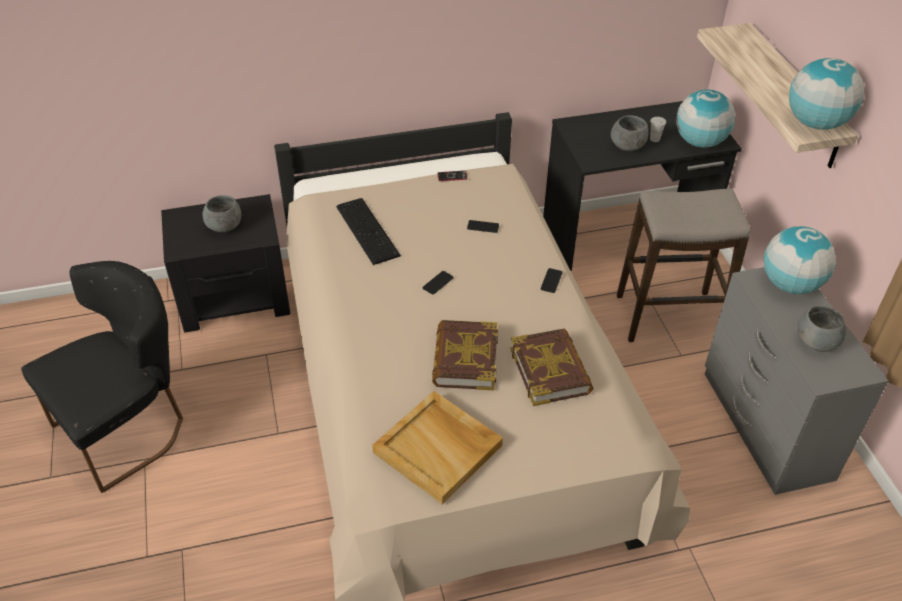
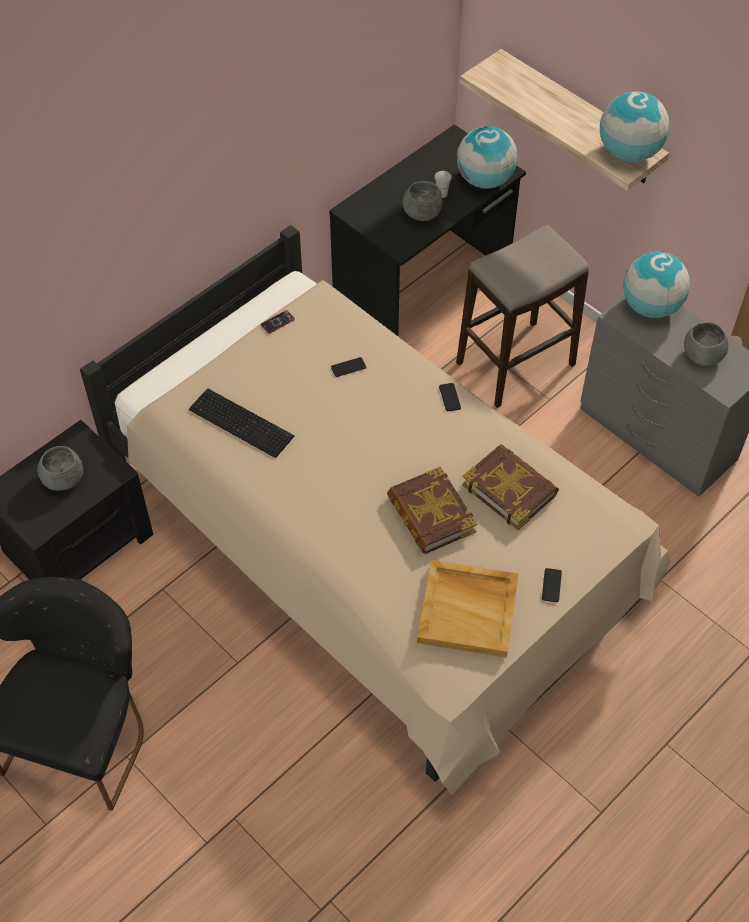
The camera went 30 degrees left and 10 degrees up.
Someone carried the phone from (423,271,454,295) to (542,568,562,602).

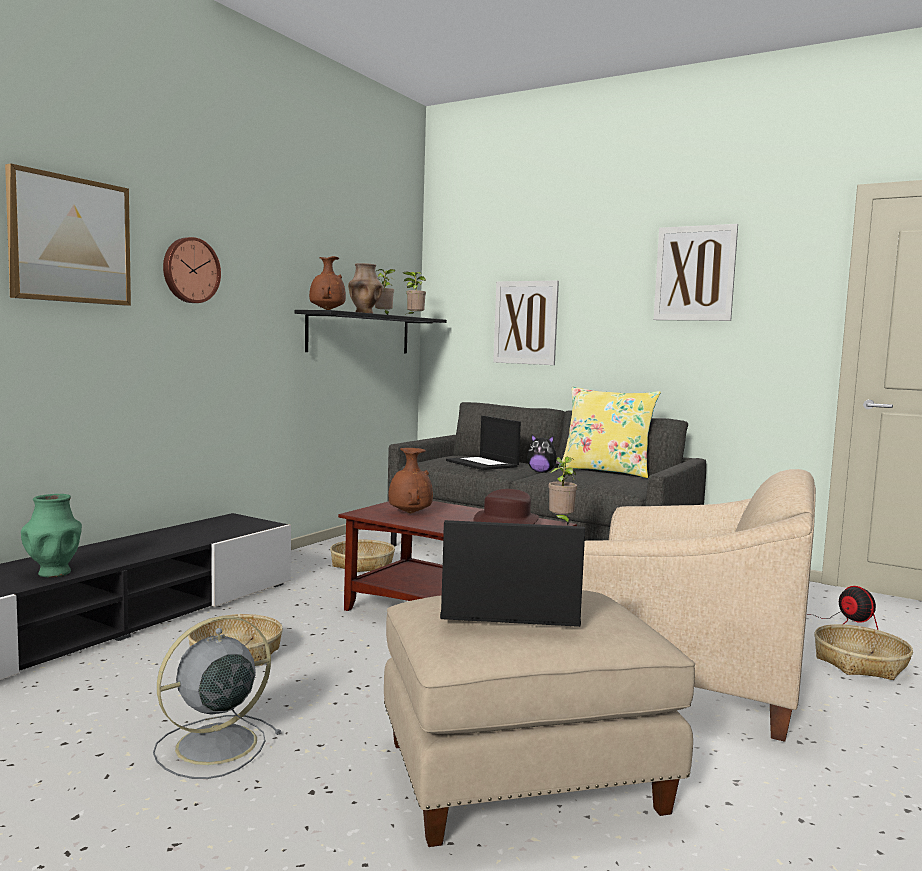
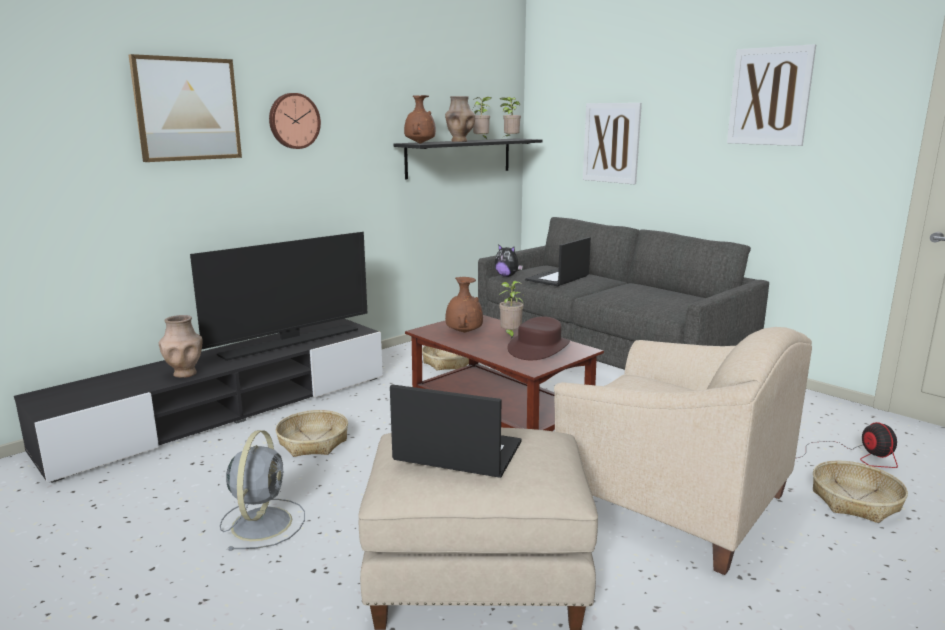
The camera went 15 degrees right and 10 degrees up.
Someone took away the yellow pillow at (558,387,661,478).
Someone put down the television at (190,232,367,361).
Someone carried the plush toy from (527,435,560,473) to (494,244,523,277).
Someone carried the potted plant from (548,456,577,526) to (499,281,524,339).
Someone repainted the green vase at (21,494,82,578), which became the brown vase at (159,315,203,378).
Someone rotated the grey fan at (153,616,282,779) by 120 degrees clockwise.
Someone rotated the laptop at (446,416,521,470) by 60 degrees clockwise.

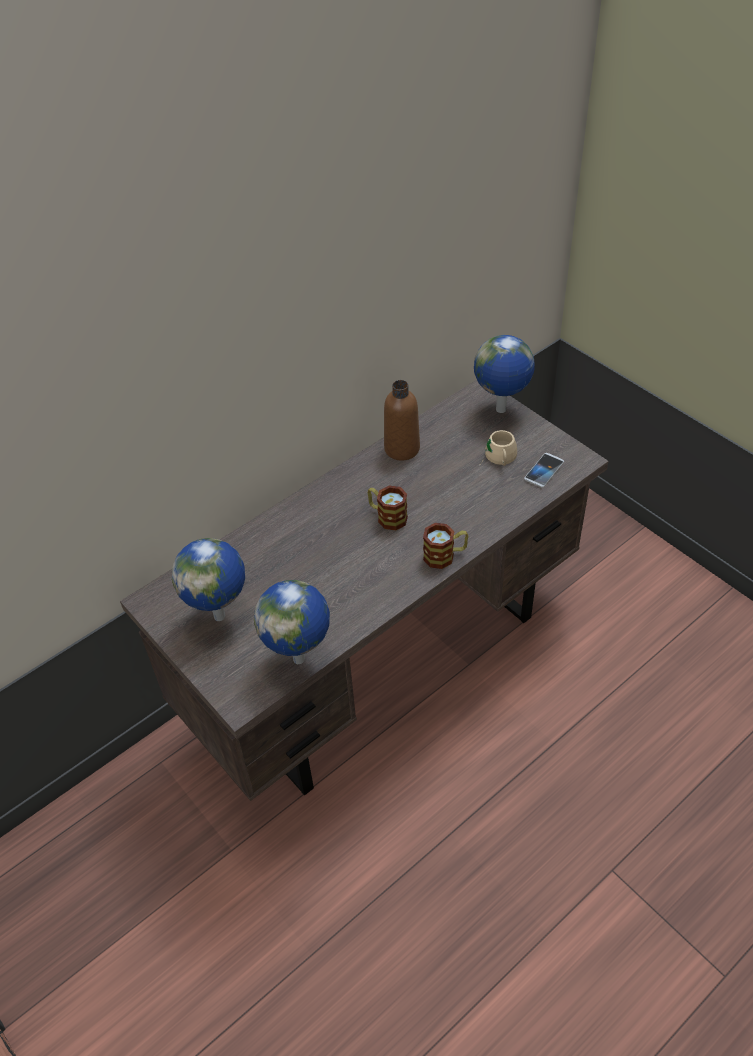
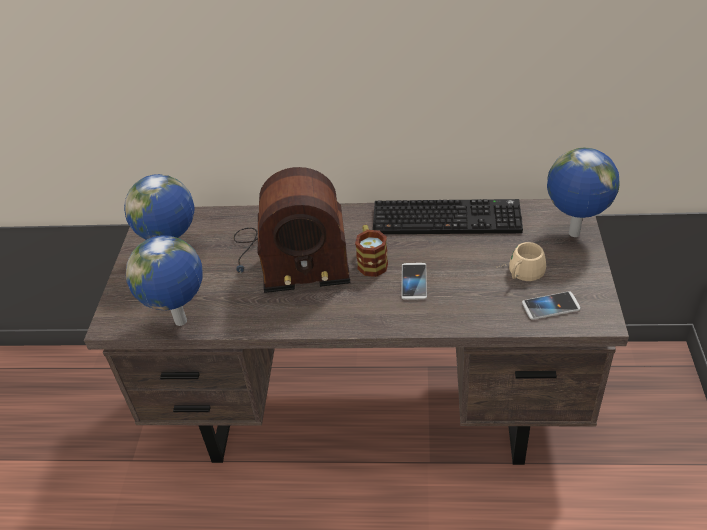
The camera went 45 degrees right and 5 degrees down.
Someone took away the mug at (423,523,468,569).
Someone put down the radio at (234,167,350,293).
Someone put down the phone at (401,263,427,300).
Someone swapped the brown bottle at (384,380,420,461) for the keyboard at (373,199,523,234).

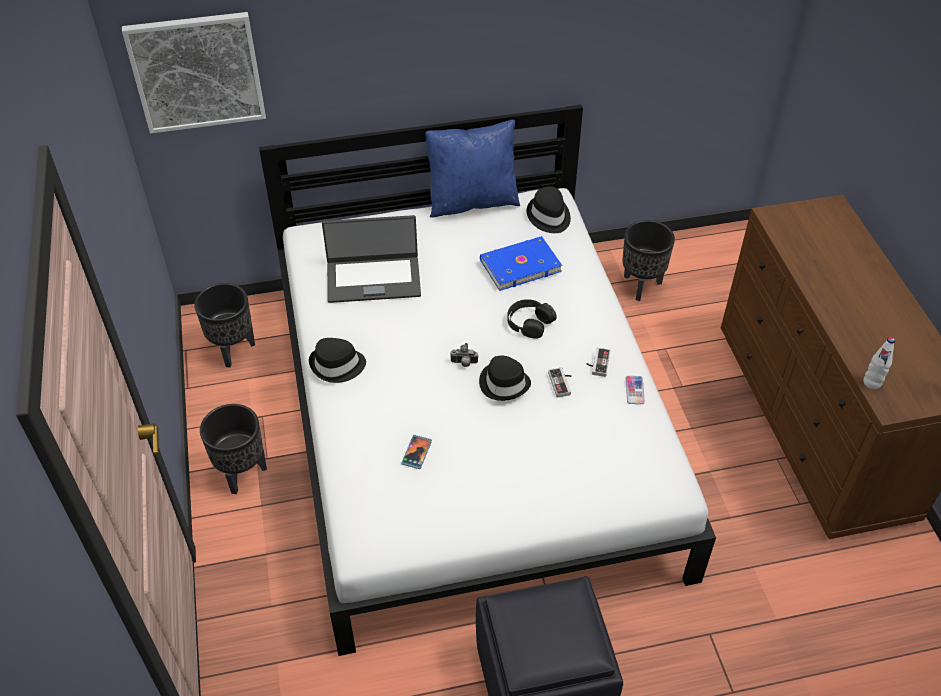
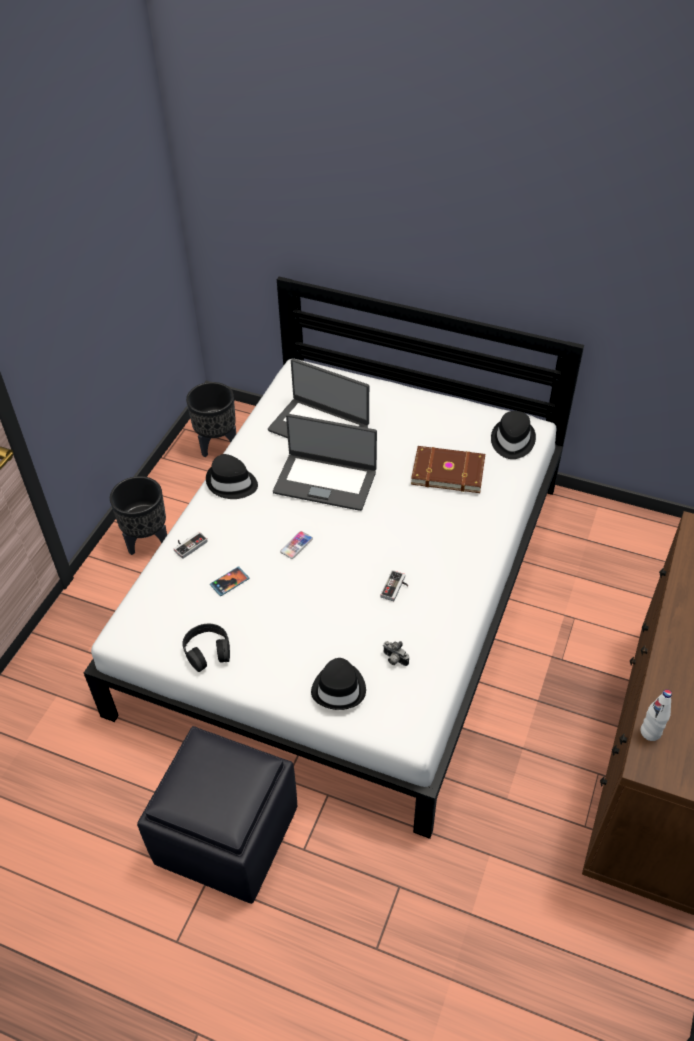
The camera went 35 degrees right and 0 degrees up.
Someone took away the picture at (122,12,266,133).
Someone took away the blue pillow at (425,120,520,218).
Someone took away the black planter at (623,220,675,301).
Someone put down the laptop at (273,414,377,511).
Someone carried the photo camera from (450,343,478,367) to (383,641,409,666).
Someone carried the black hat from (479,356,531,401) to (311,658,366,710).
Someone carried the black headphones from (507,299,557,339) to (182,624,230,672).
Someone carried the game controller from (587,348,610,377) to (174,531,208,559).
Someone carried the phone from (626,376,645,404) to (280,531,313,559).
Someone repainted the blue book at (480,236,562,291), which became the brown book at (411,446,485,493).

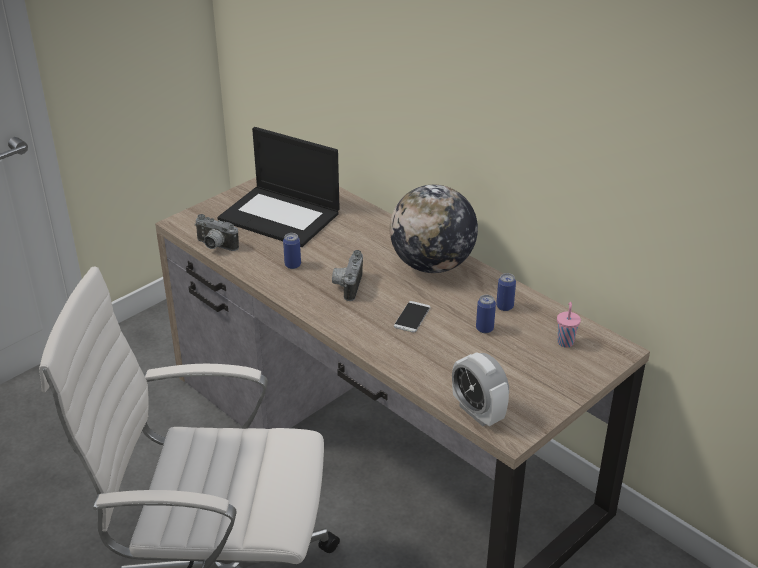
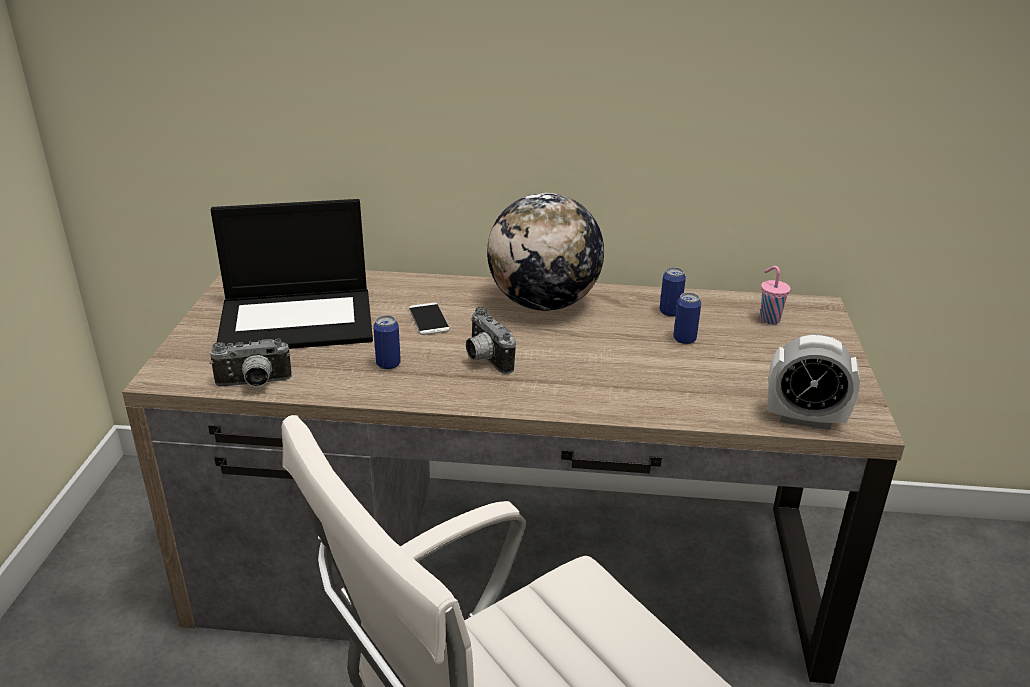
The camera went 40 degrees left and 5 degrees down.
Someone carried the phone from (394,301,430,333) to (409,303,450,335).

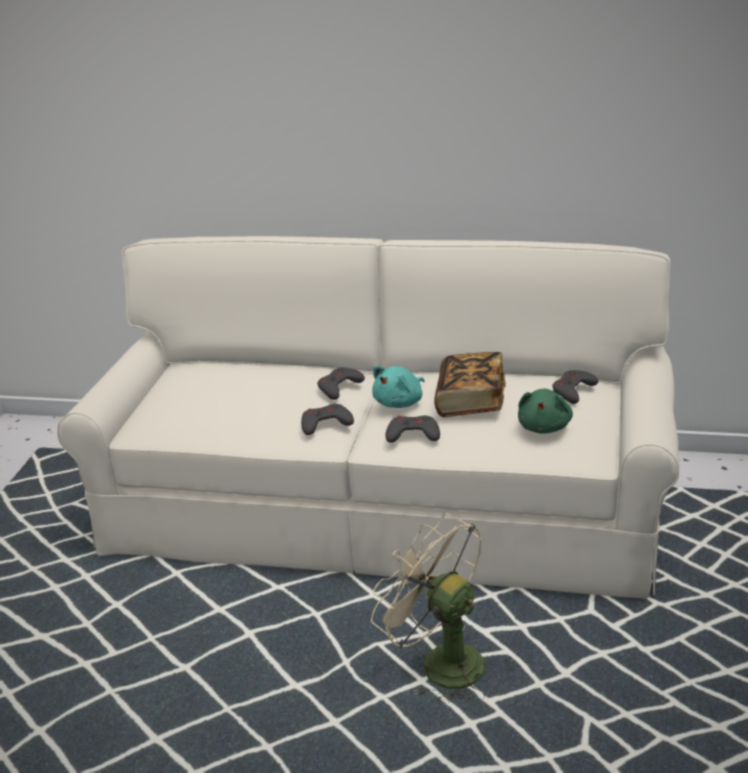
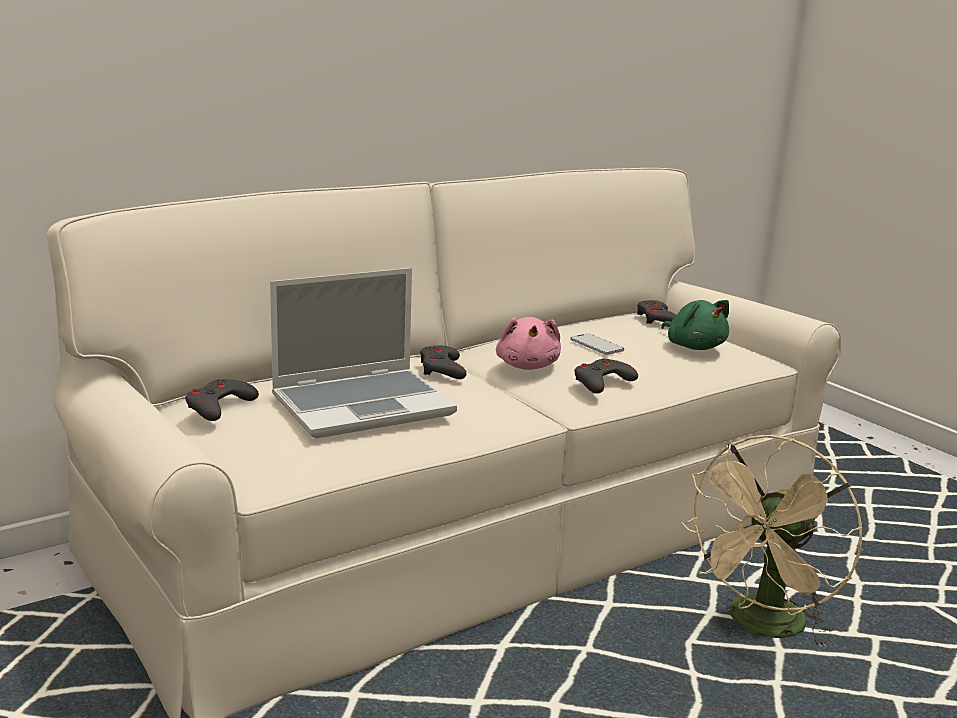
The camera went 50 degrees left and 10 degrees down.
Someone put down the laptop at (270,268,457,439).
Someone carried the grey game controller from (301,404,354,435) to (185,379,259,421).
Someone swapped the book at (434,352,506,417) for the phone at (570,333,624,355).
Someone repainted the turquoise plush toy at (372,366,425,408), which became the pink plush toy at (496,317,561,370).
Someone rotated the beige fan at (371,513,485,704) by 45 degrees counterclockwise.

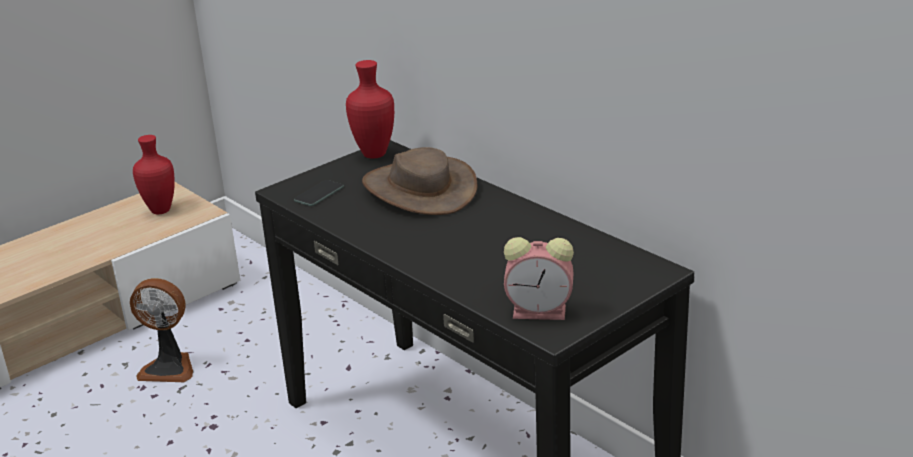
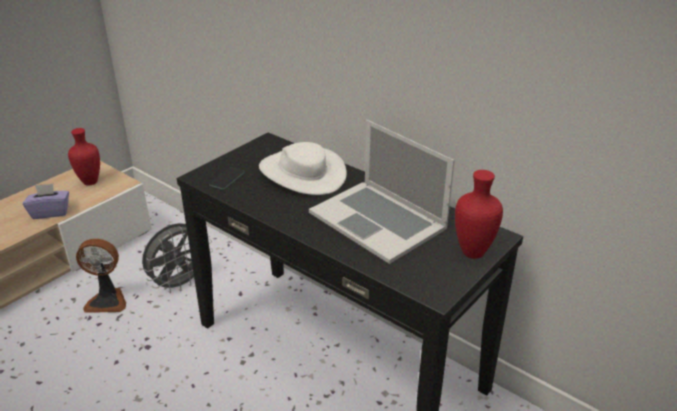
The camera went 10 degrees left and 5 degrees up.
Someone took away the alarm clock at (504,237,574,320).
Someone put down the purple tissue box at (23,183,69,219).
Someone put down the grey fan at (142,223,213,293).
Someone put down the laptop at (309,120,455,264).
Someone carried the red vase from (346,60,394,159) to (455,170,503,259).
Someone repainted the brown hat at (362,147,477,215), which became the white hat at (259,142,347,195).

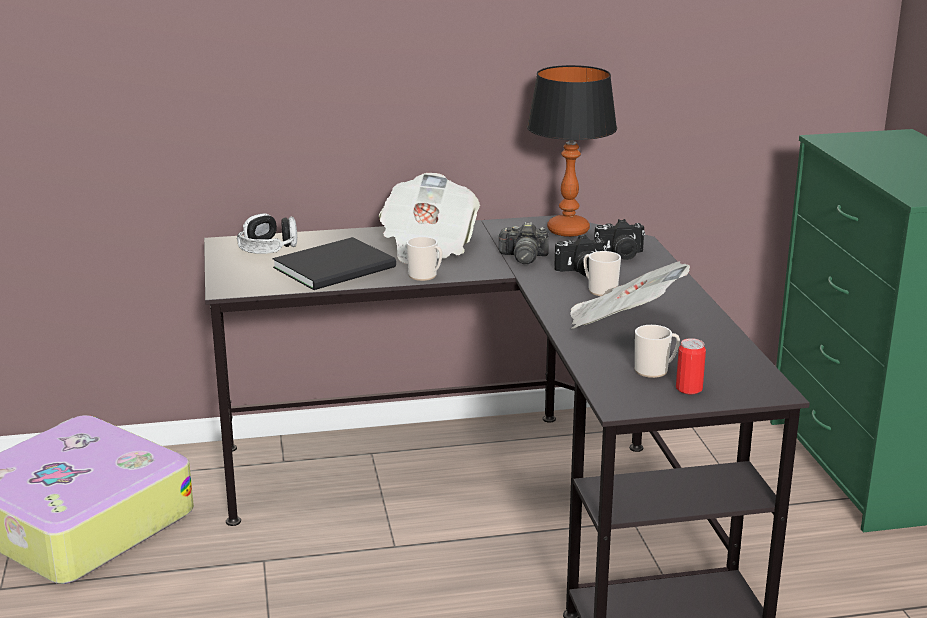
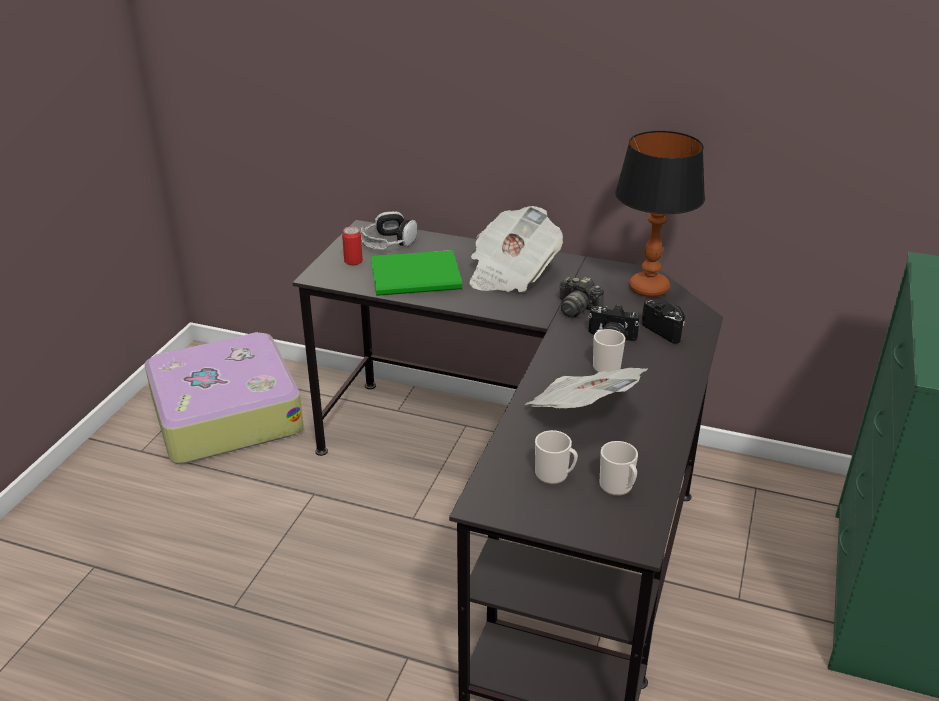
The camera went 30 degrees right and 10 degrees up.
Someone carried the mug from (406,237,443,281) to (600,441,638,496).
Someone carried the can from (676,338,706,394) to (342,227,363,265).
Someone repainted the black book at (273,237,396,290), which became the green book at (371,250,462,296).
Someone rotated the photo camera at (594,219,645,260) by 150 degrees counterclockwise.

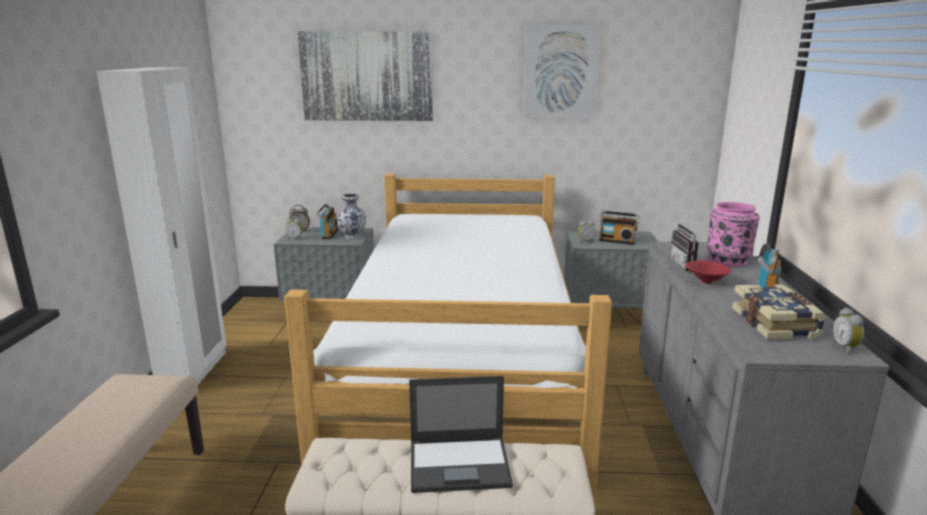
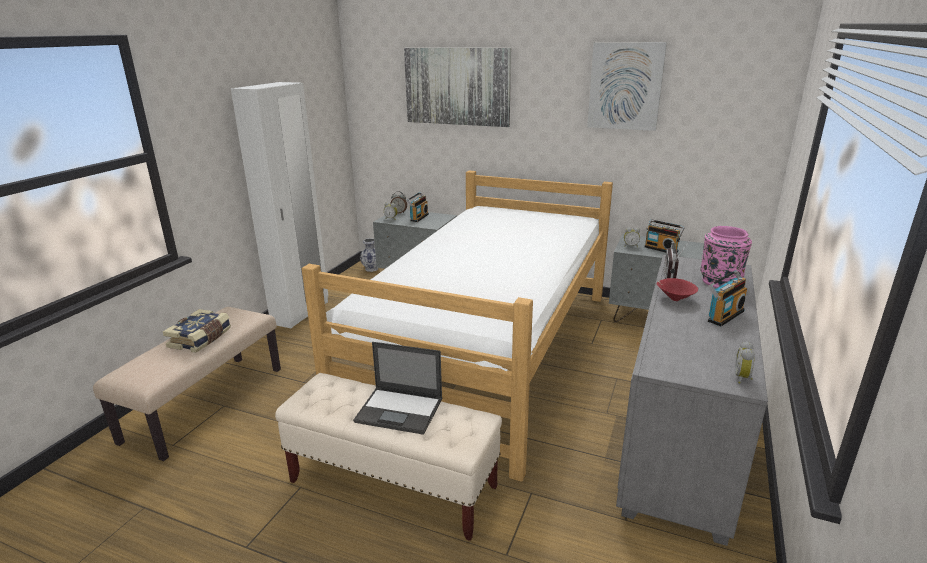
The camera went 20 degrees right and 5 degrees up.
Someone carried the vase from (337,194,366,239) to (360,238,378,272).
Someone carried the book from (732,284,826,339) to (163,309,231,353).

